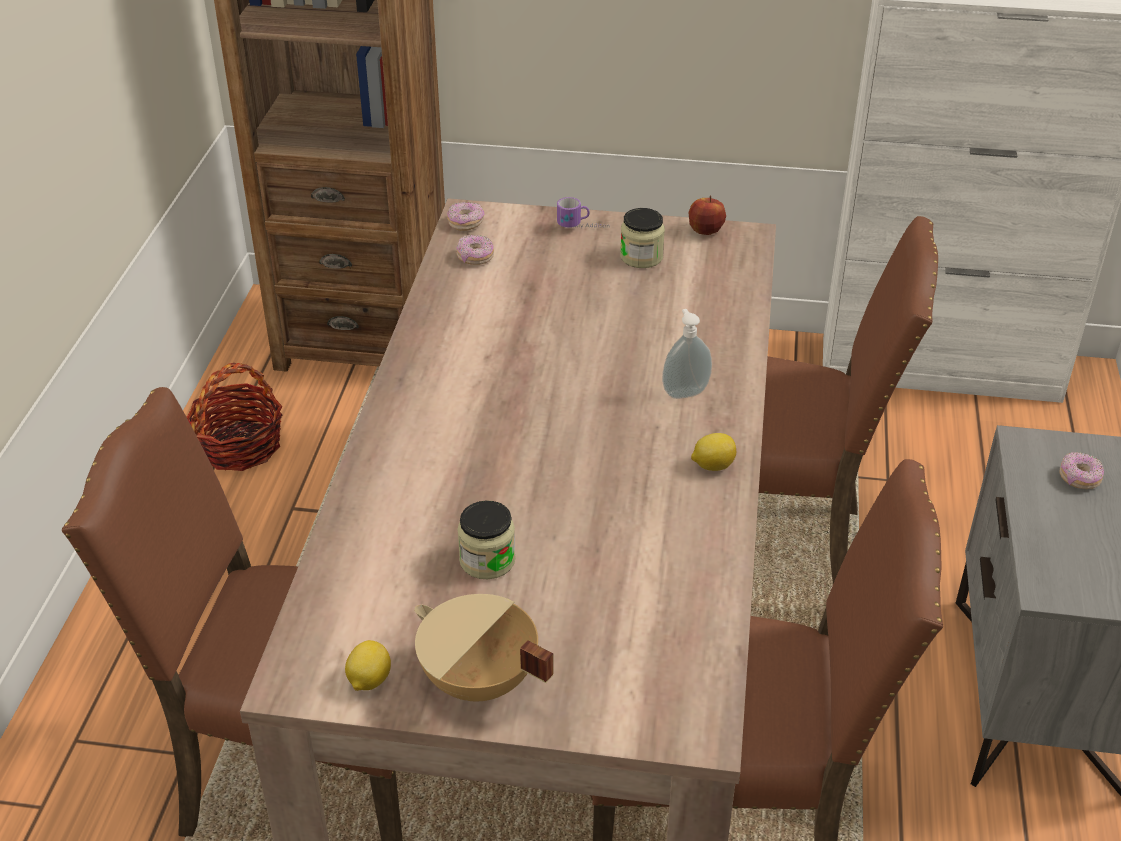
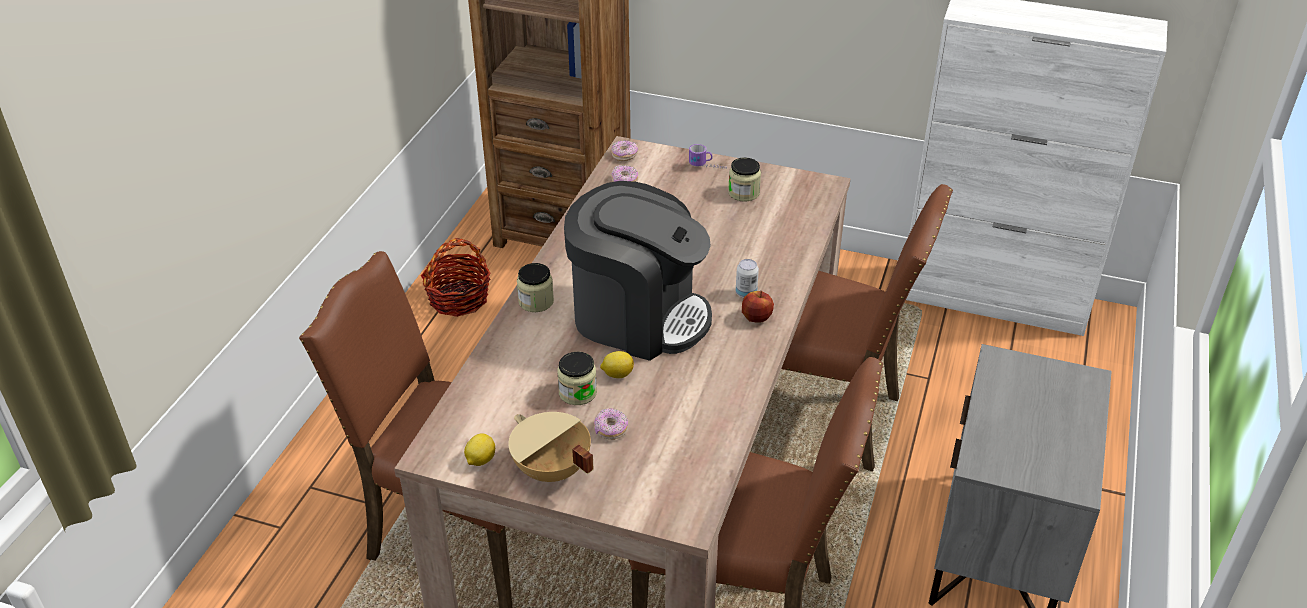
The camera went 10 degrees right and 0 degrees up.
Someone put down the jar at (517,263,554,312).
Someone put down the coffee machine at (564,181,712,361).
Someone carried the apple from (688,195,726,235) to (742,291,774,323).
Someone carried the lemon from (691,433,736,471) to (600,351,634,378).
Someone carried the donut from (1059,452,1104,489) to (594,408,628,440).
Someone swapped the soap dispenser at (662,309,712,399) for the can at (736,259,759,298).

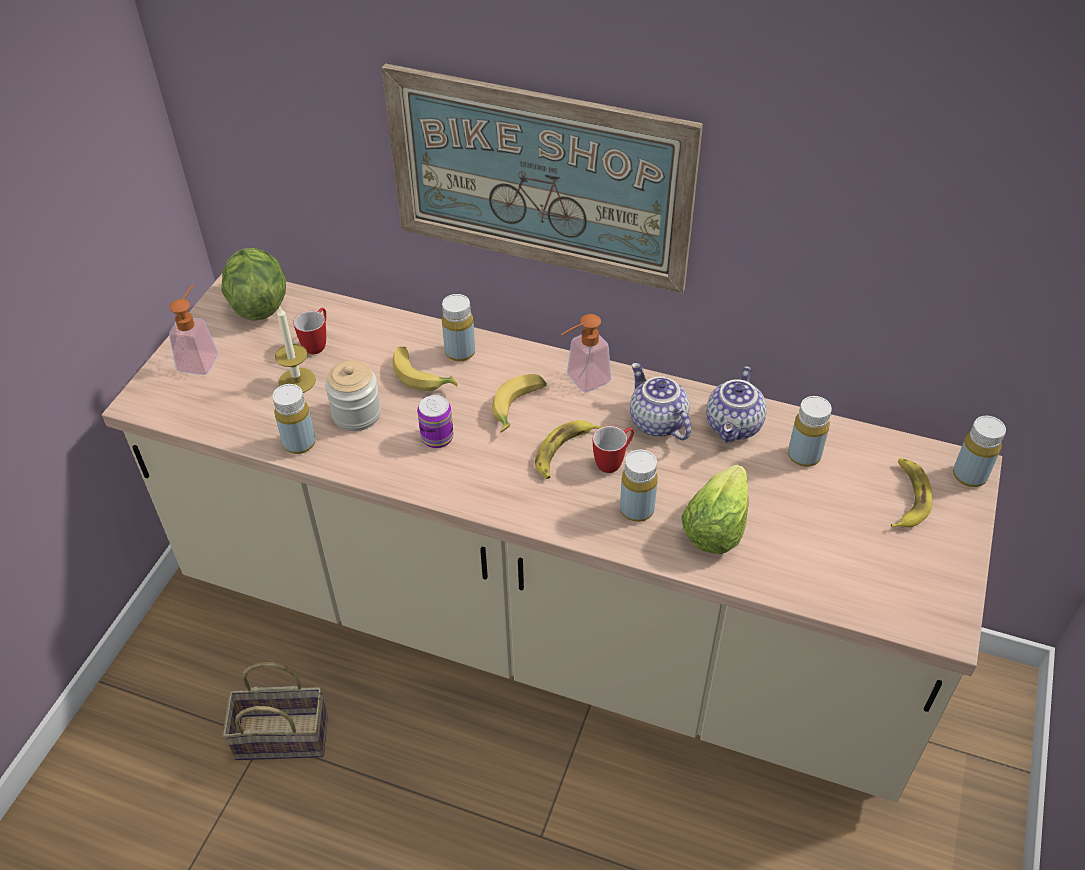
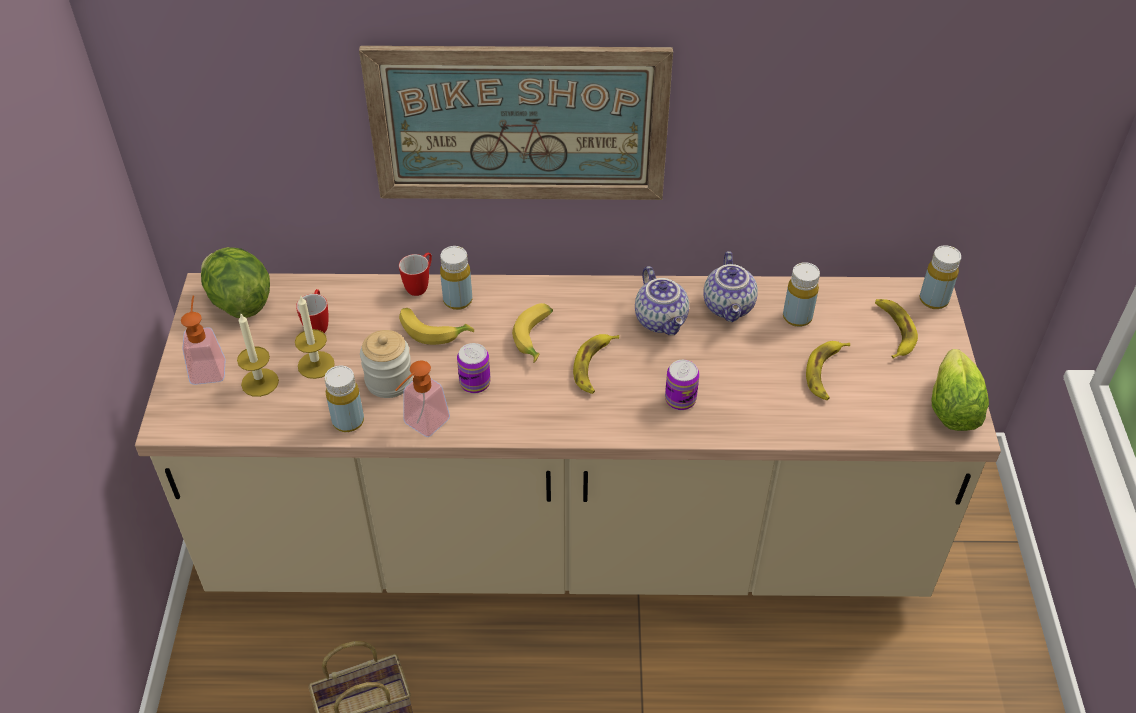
The camera went 20 degrees left and 0 degrees up.
Someone put down the candle at (237,314,279,397).
Someone put down the banana at (806,341,850,400).
Someone carried the soap dispenser from (561,314,611,393) to (395,360,450,437).
Someone carried the mug from (593,426,634,473) to (399,253,432,296).
Someone carried the lettuce from (681,465,748,554) to (932,349,989,431).
Someone swapped the yellow bottle at (620,450,658,522) for the can at (665,360,699,410).
Someone rotated the teapot at (630,363,691,440) by 150 degrees counterclockwise.

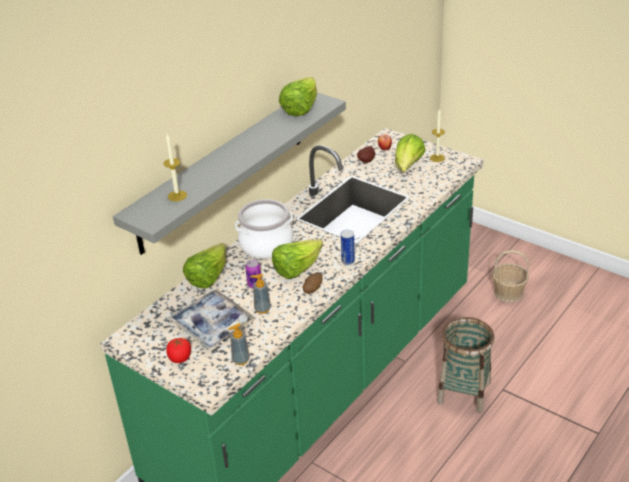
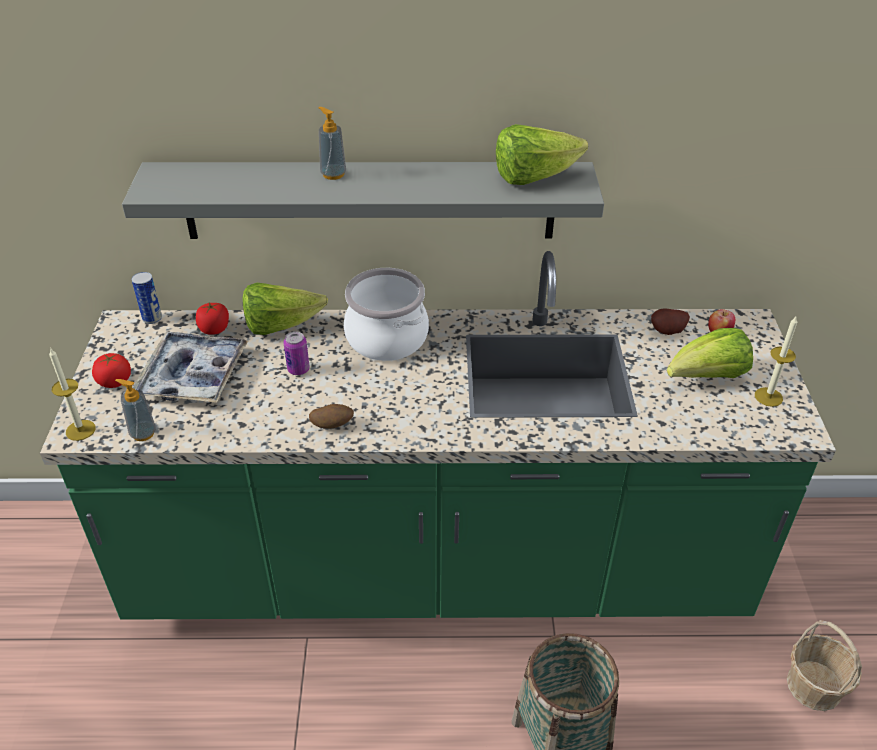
The camera went 50 degrees right and 5 degrees up.
Someone took away the lettuce at (272,239,323,279).
Someone put down the tomato at (196,302,229,335).
Someone carried the candle from (164,134,187,201) to (49,349,96,441).
Someone carried the soap dispenser from (250,274,271,314) to (318,107,346,180).
Someone carried the can from (341,230,355,265) to (131,272,162,324).

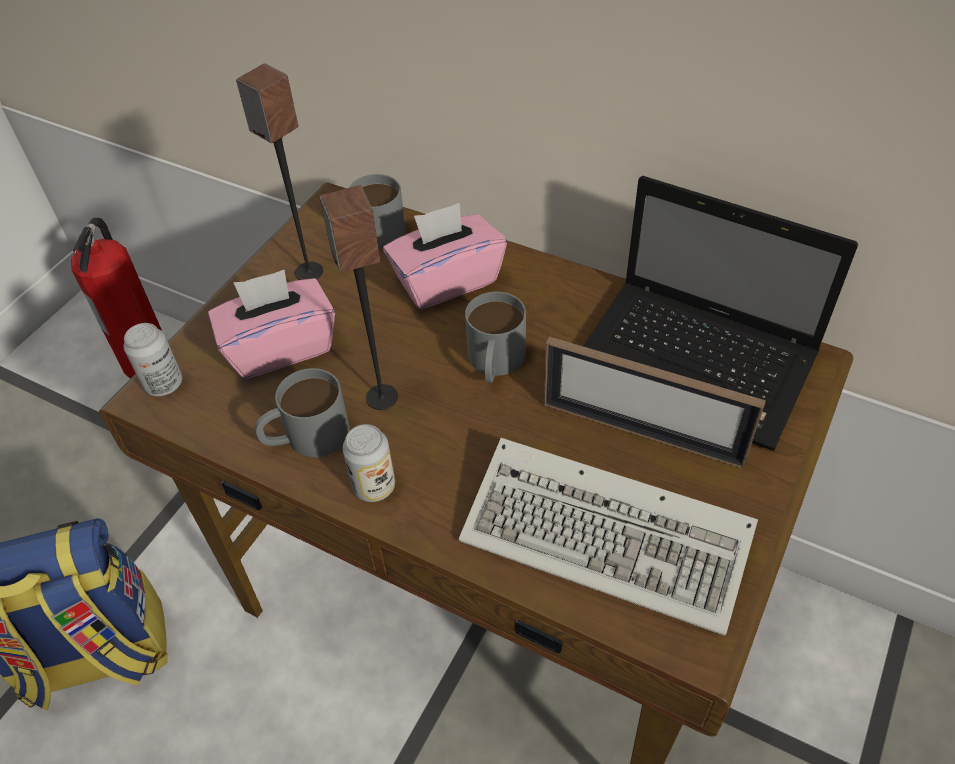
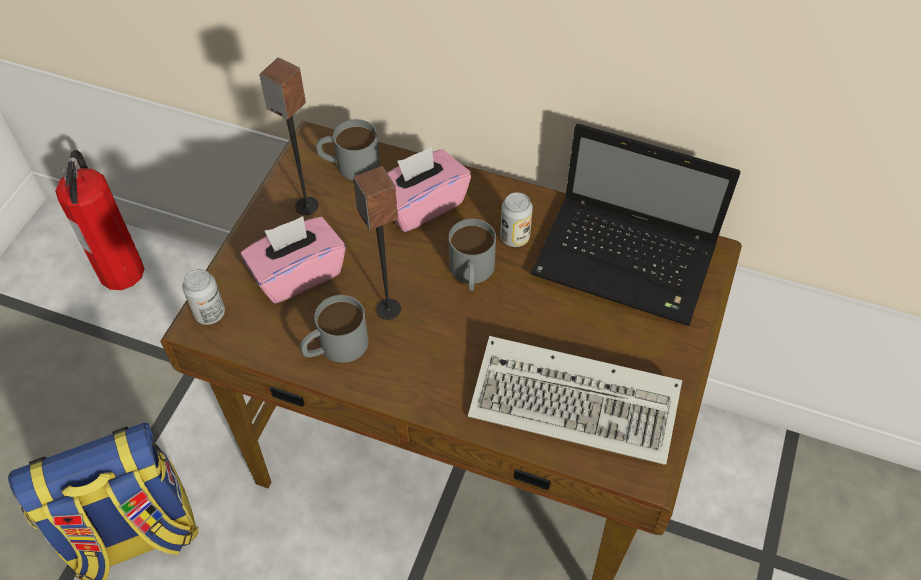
The camera went 10 degrees left and 5 degrees up.
Someone took away the picture frame at (544,336,766,469).
Someone carried the can from (343,424,395,502) to (500,192,533,247).

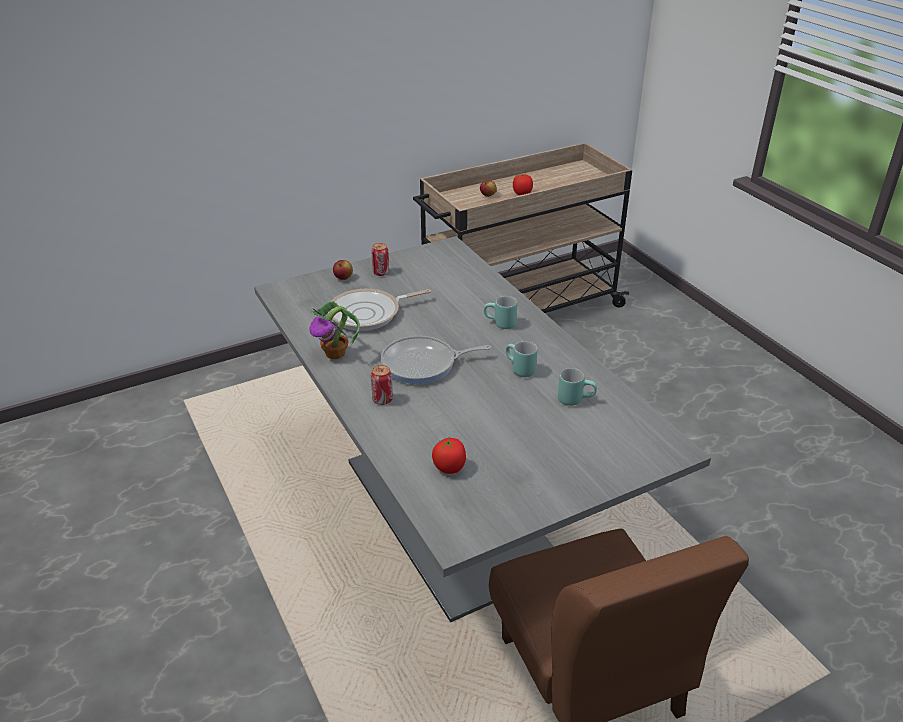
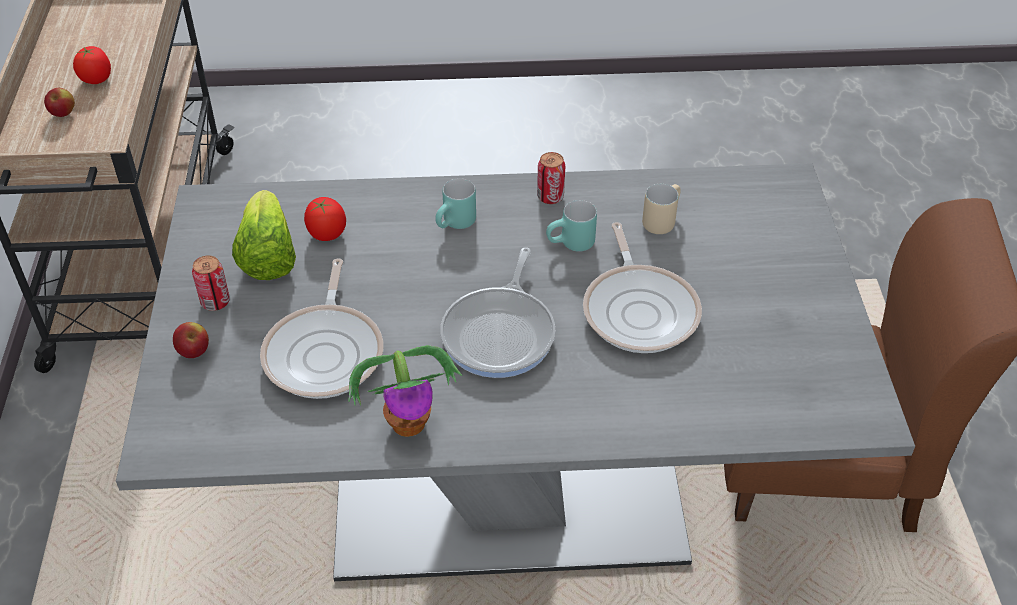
The camera went 65 degrees left and 10 degrees up.
Someone put down the lettuce at (232,190,296,280).
Someone put down the frying pan at (583,222,702,353).
Someone carried the can from (371,365,393,405) to (537,152,565,204).
Someone carried the tomato from (432,438,466,474) to (304,197,346,241).
Someone repainted the turquoise mug at (558,368,597,406), which became the beige mug at (642,184,681,234).

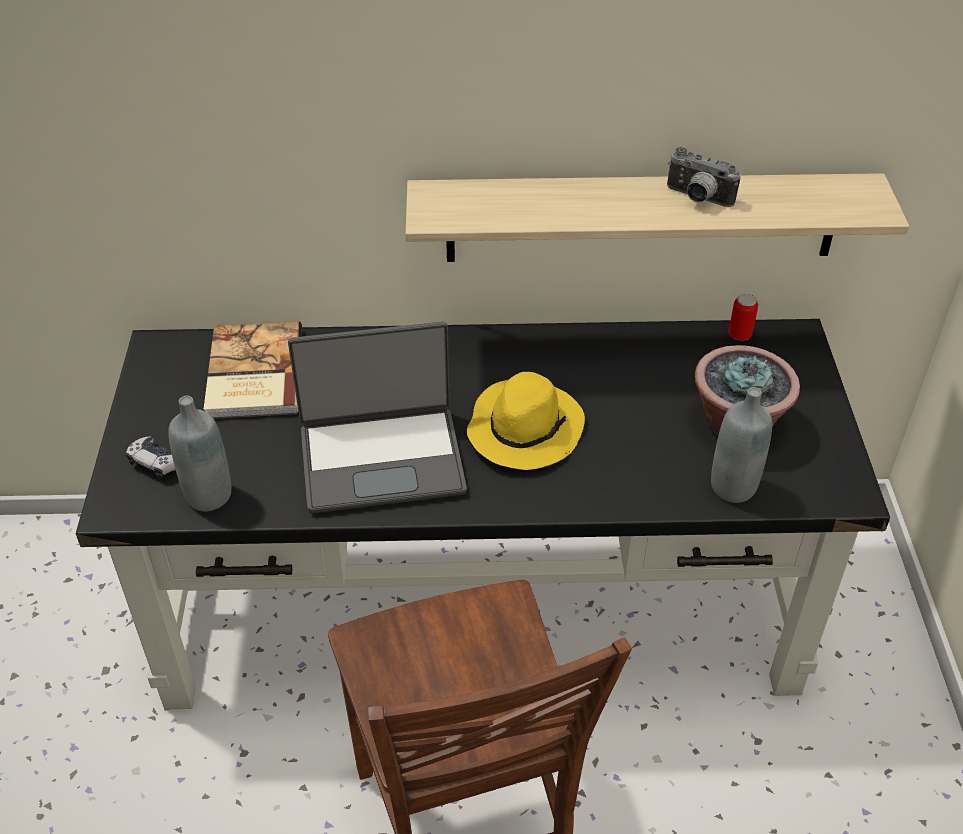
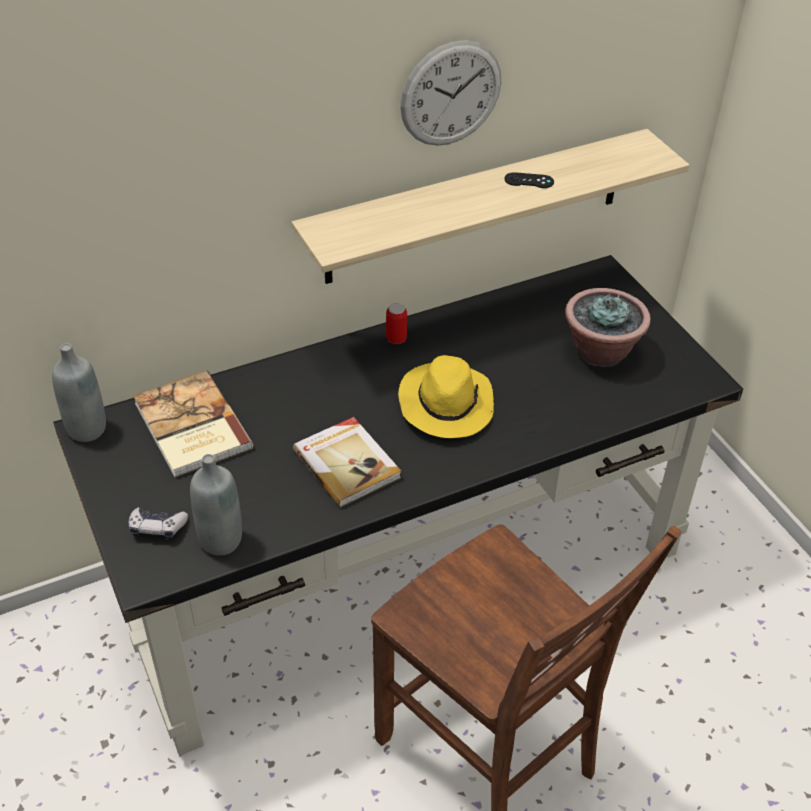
The camera went 25 degrees left and 0 degrees up.
Someone put up the wall clock at (400,40,501,146).
Someone carried the grey bottle from (711,387,772,503) to (52,343,106,442).
Someone carried the can from (729,294,758,341) to (386,303,407,344).
Someone swapped the laptop at (288,321,467,514) for the book at (293,417,401,508).
Someone swapped the photo camera at (667,147,741,207) for the black game controller at (504,172,554,188).

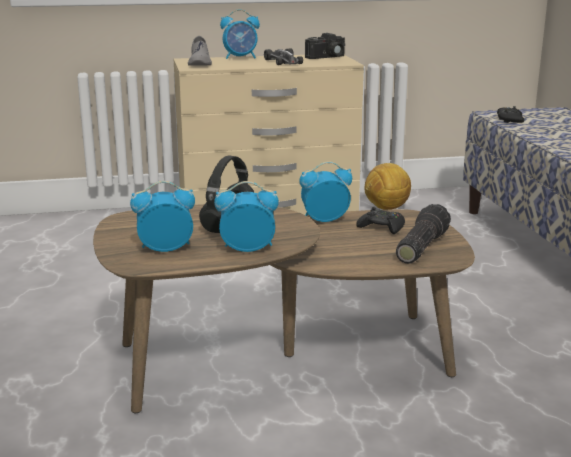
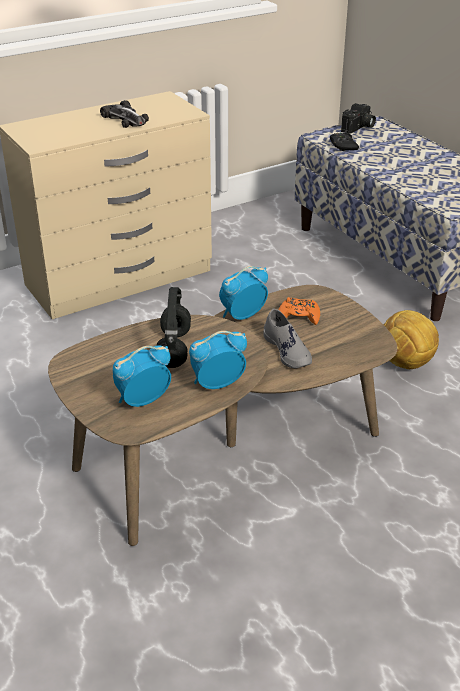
The camera went 20 degrees left and 15 degrees up.
Someone took away the alarm clock at (220,9,260,59).
Someone took away the flashlight at (396,204,451,264).
Someone carried the grey shoe from (188,36,212,66) to (263,308,312,368).
Someone carried the photo camera from (305,33,345,59) to (341,103,376,134).
Someone carried the football from (364,163,411,210) to (384,310,439,369).
Someone repainted the black game controller at (356,207,405,234), which became the orange game controller at (279,297,320,325).

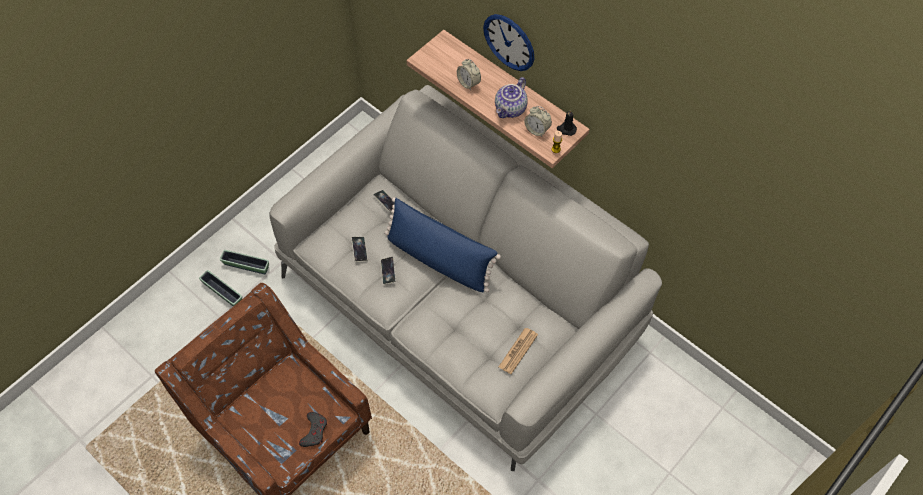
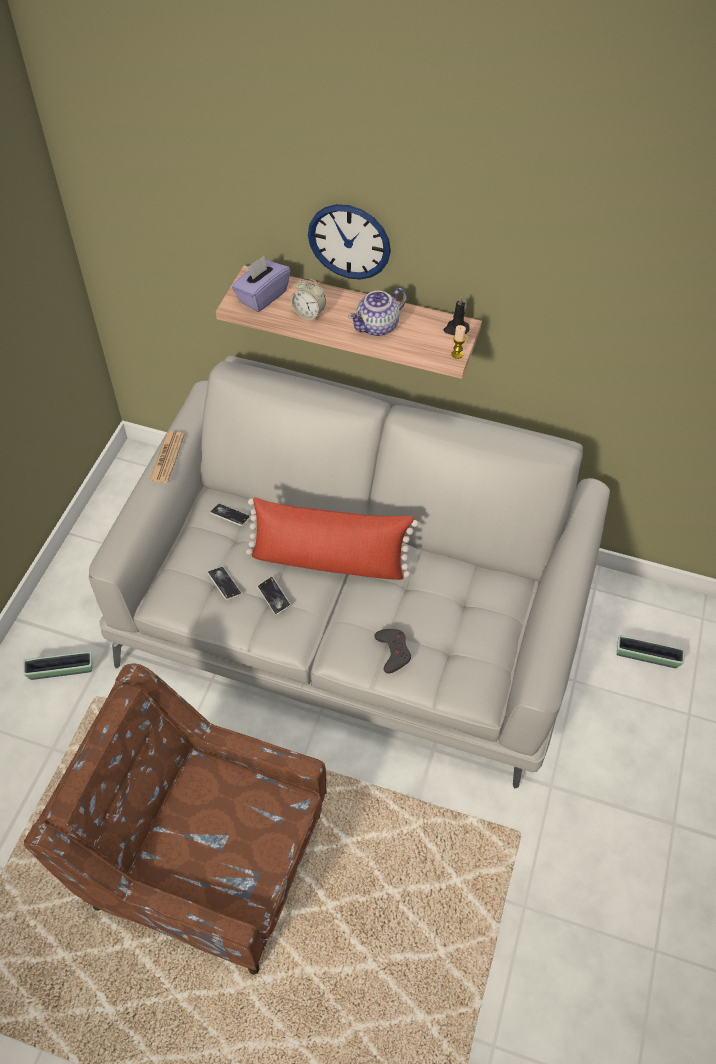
The camera went 25 degrees left and 5 degrees down.
Someone took away the alarm clock at (524,106,552,137).
Someone put down the purple tissue box at (232,256,291,312).
Someone carried the planter from (199,270,242,306) to (617,635,685,668).
Someone carried the grey game controller from (299,412,327,447) to (374,629,411,674).
Someone carried the newspaper from (498,328,538,374) to (149,431,185,483).
Someone repainted the blue pillow at (384,197,501,293), which became the red pillow at (246,497,418,580).
Someone rotated the teapot at (495,77,528,118) by 45 degrees clockwise.

